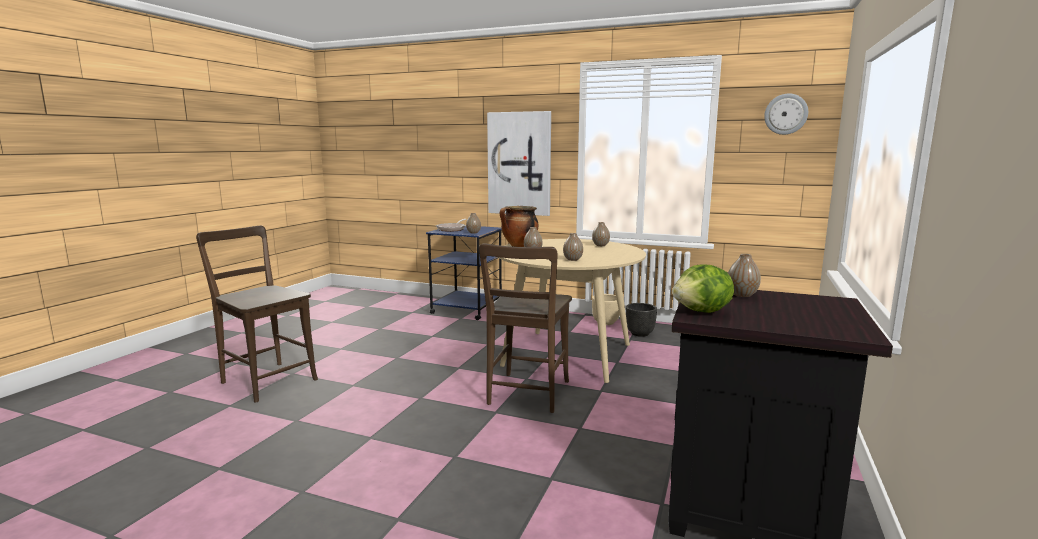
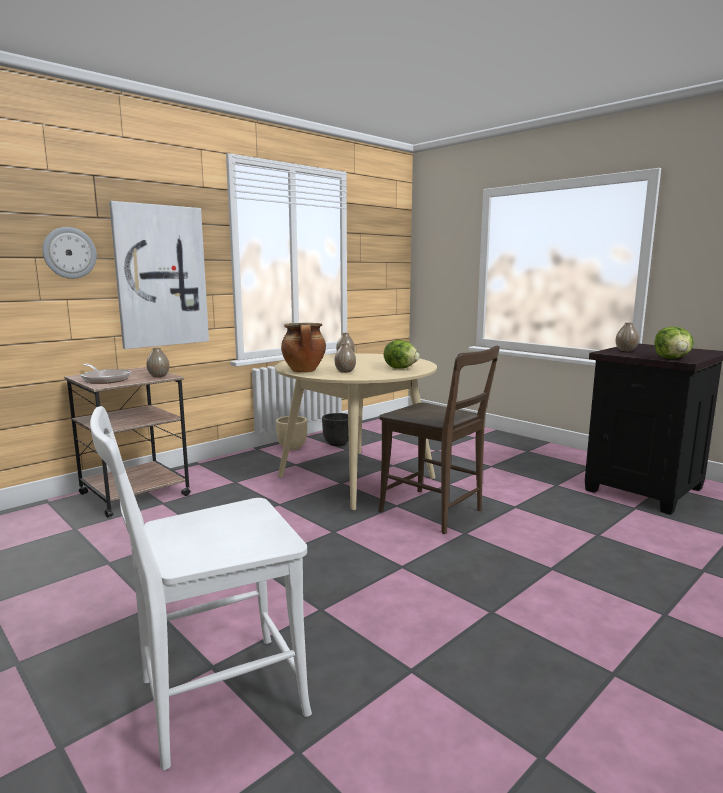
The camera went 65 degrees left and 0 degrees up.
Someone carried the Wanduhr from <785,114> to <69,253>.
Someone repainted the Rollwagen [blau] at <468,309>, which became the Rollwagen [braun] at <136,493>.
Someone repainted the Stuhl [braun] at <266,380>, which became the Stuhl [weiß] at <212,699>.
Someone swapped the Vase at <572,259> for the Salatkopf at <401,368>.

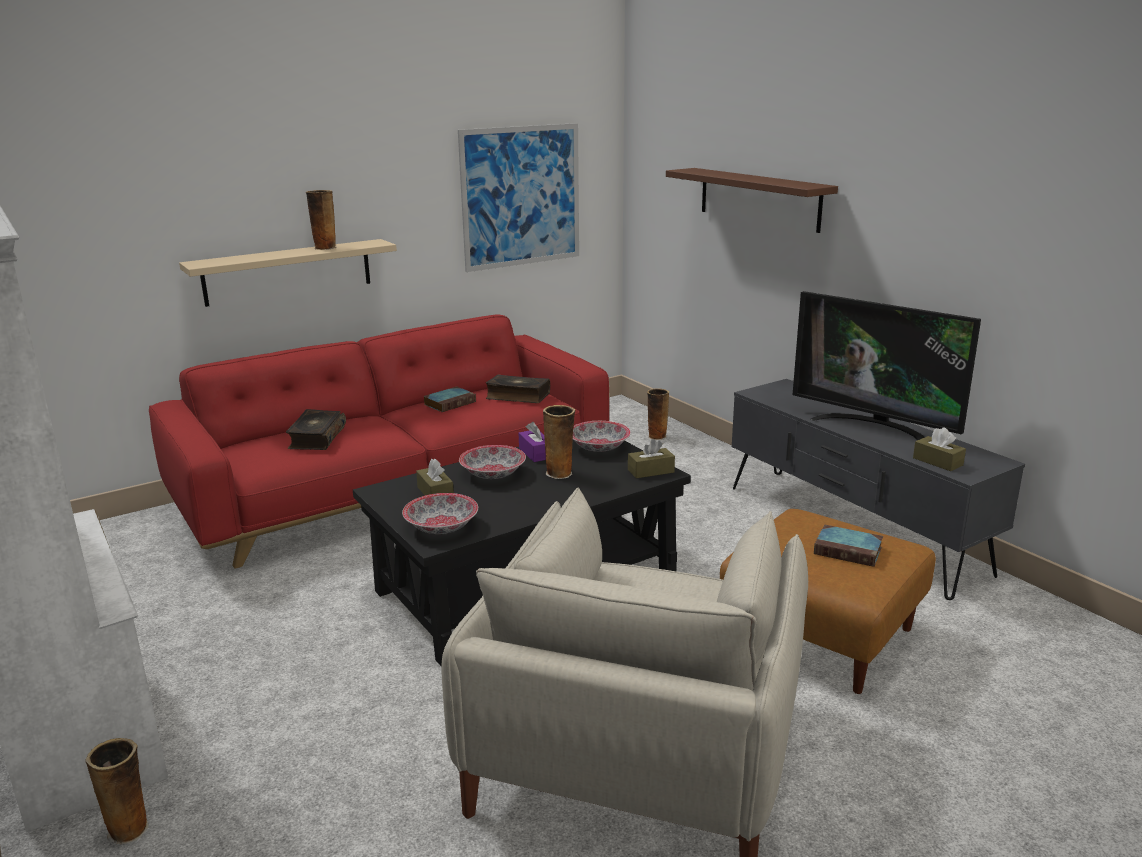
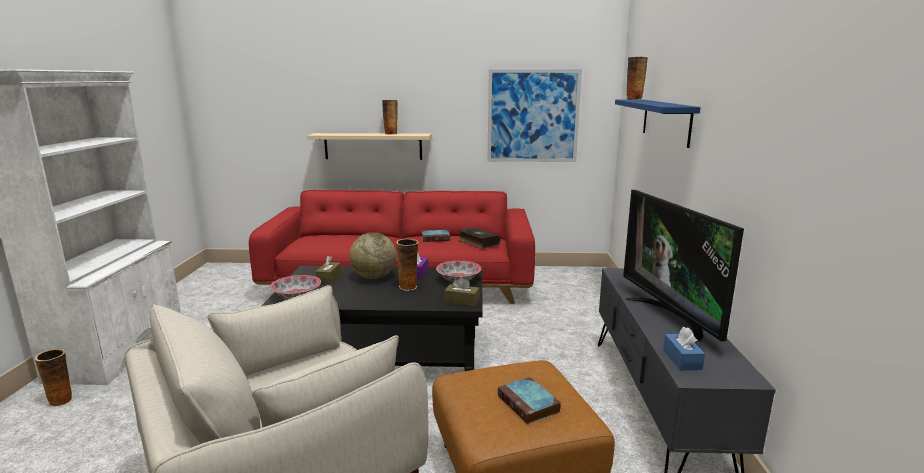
The camera went 35 degrees right and 5 degrees down.
Someone swapped the Schüssel at <492,474> for the Globus at <374,277>.
Someone repainted the Wandregal [braun] at <758,198>, which became the Wandregal [blau] at <665,121>.
Someone carried the Vase from <656,436> to <634,99>.
Someone repainted the Taschentuchbox [braun] at <937,461>, which became the Taschentuchbox [blau] at <682,359>.
Someone took away the Buch at <316,438>.

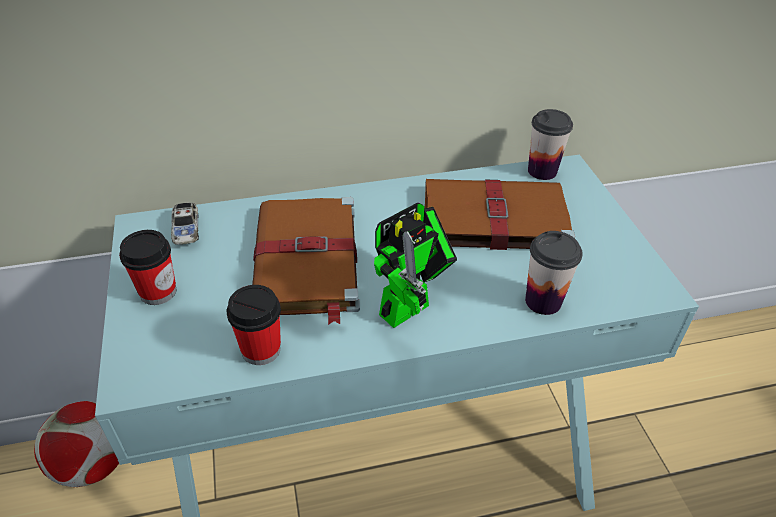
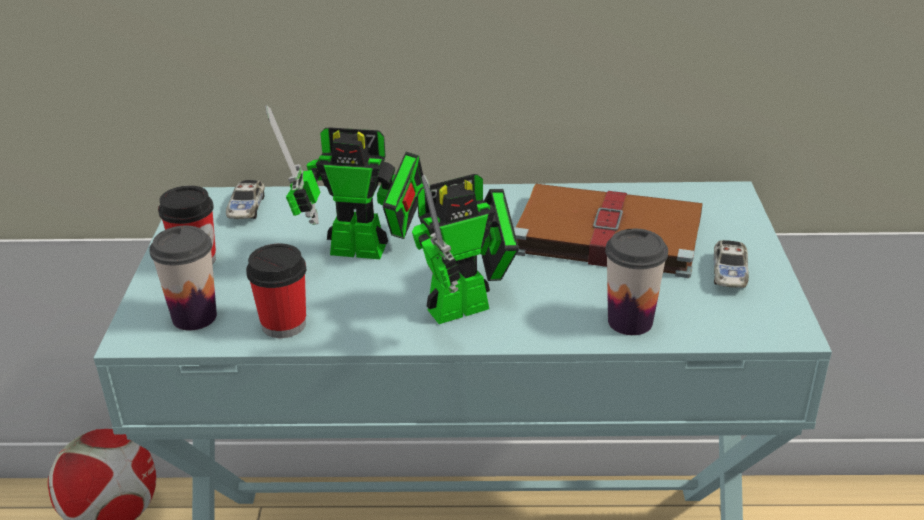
The camera went 15 degrees right and 10 degrees down.
Someone carried the Tasse from <542,171> to <194,317>.
Someone swapped the Buch [braun] at <307,261> for the Spielzeugroboter at <367,251>.
Someone put down the Spielzeugauto at <729,274>.

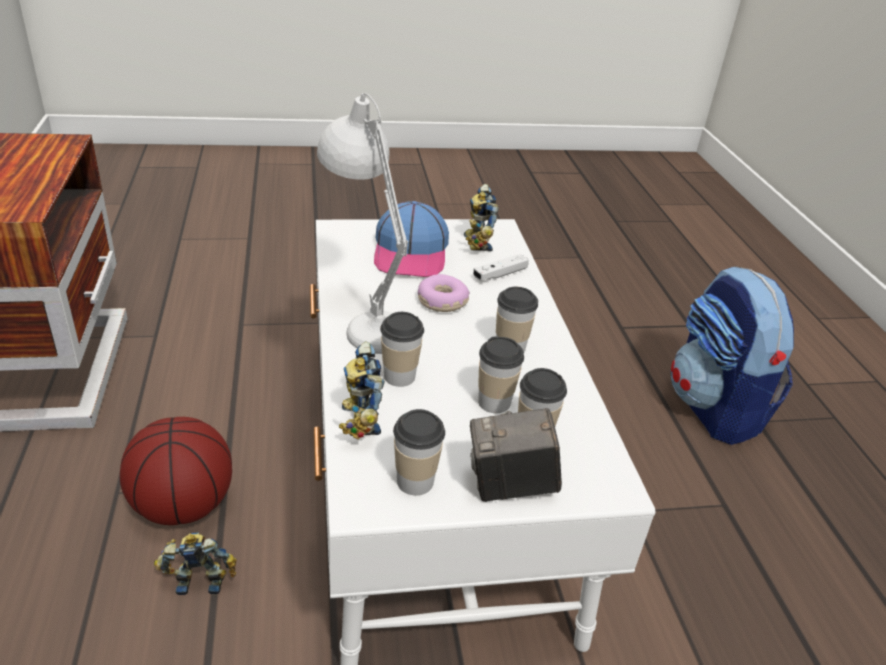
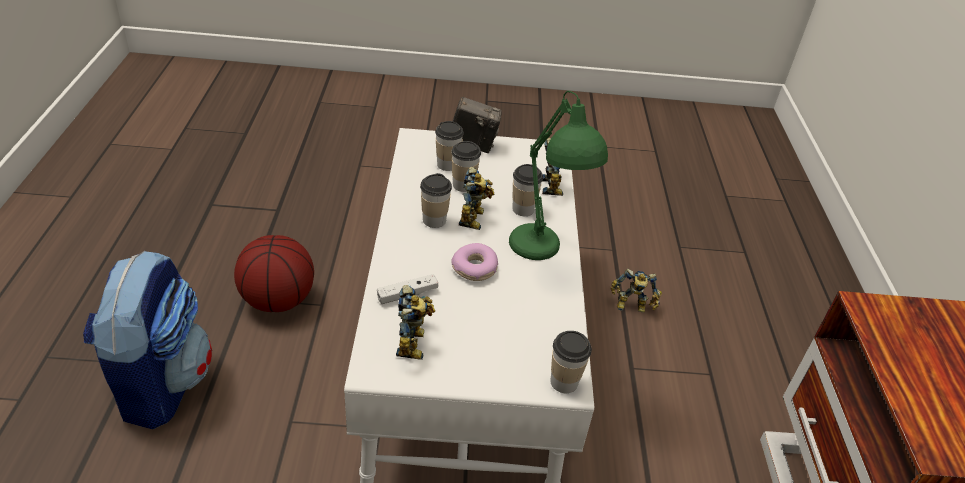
The camera went 170 degrees left and 5 degrees up.
Someone carried the Basketball from <182,506> to <278,300>.
Someone put down the Spielzeugroboter at <475,218>.
Someone repainted the Tischlampe [weiß] at <366,319>, which became the Tischlampe [grün] at <543,257>.
Someone carried the Tasse from <415,481> to <564,382>.
Someone took away the Kappe at <411,253>.

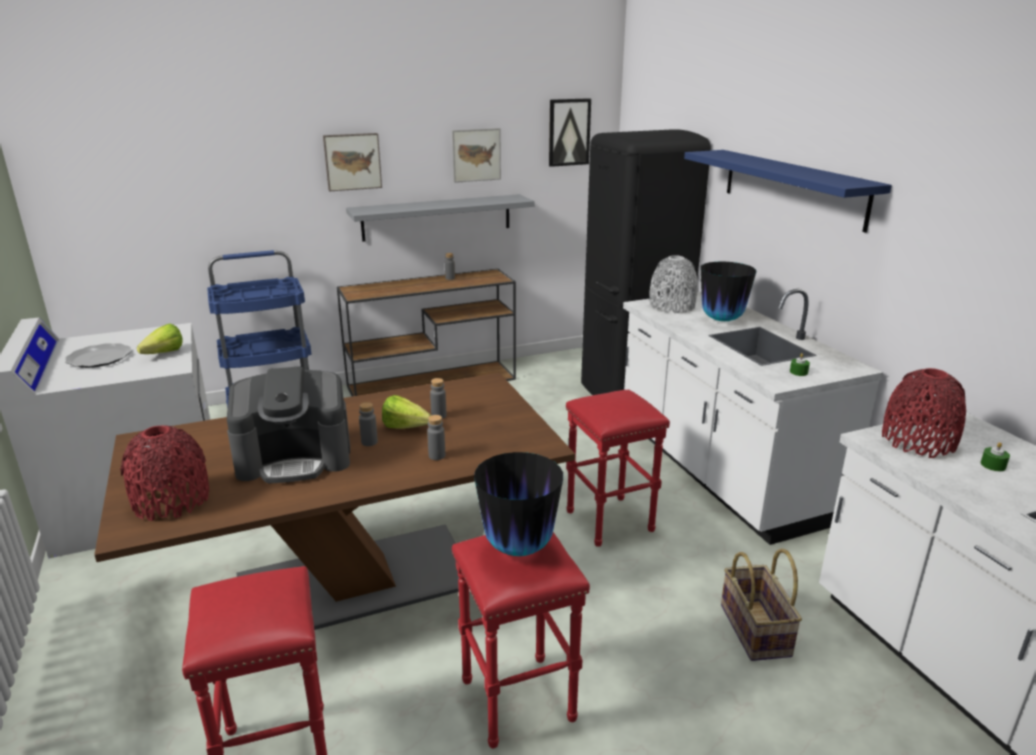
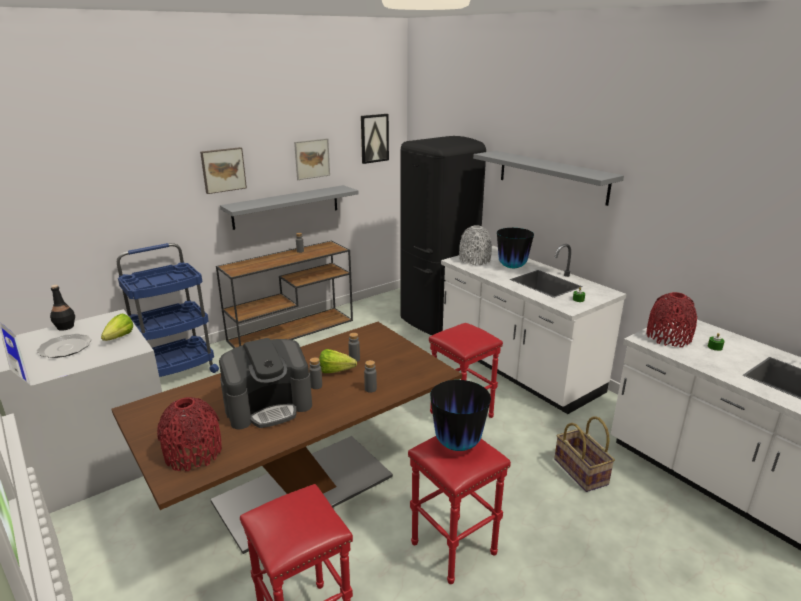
The camera went 15 degrees left and 0 degrees up.
Someone put down the Flasche [schwarz] at <65,327>.
Someone repainted the Wandregal [blau] at <792,187>, which became the Wandregal [grau] at <552,176>.

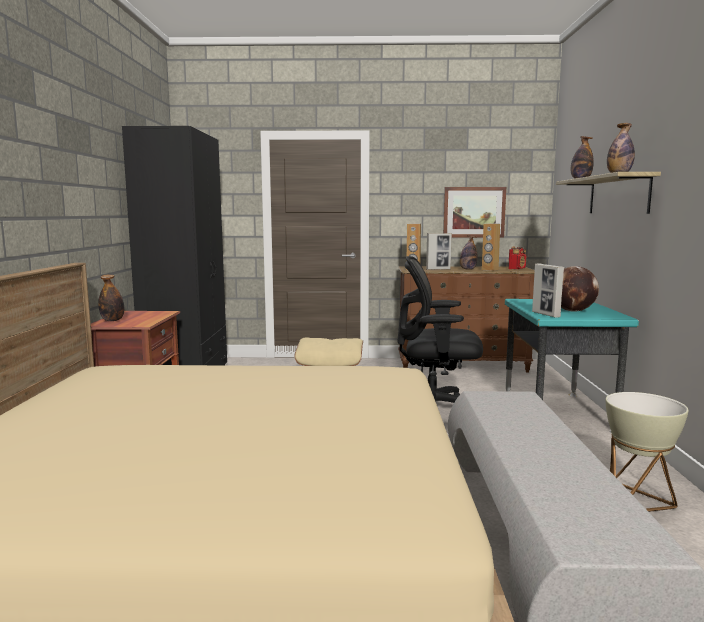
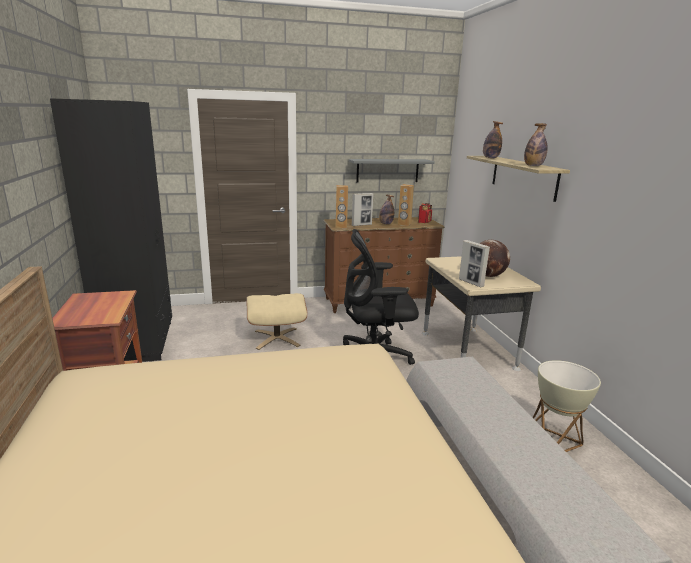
The camera went 15 degrees left and 10 degrees up.
Someone swapped the Bild at <474,212> for the Wandregal [grau] at <387,170>.
Someone repainted the Schreibtisch [türkis] at <557,412>, which became the Schreibtisch [beige] at <468,350>.
Someone took away the Flasche at <112,320>.

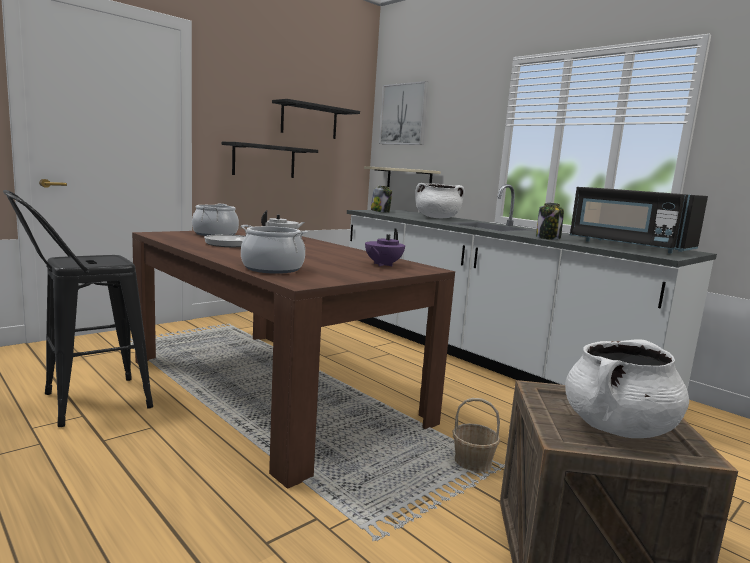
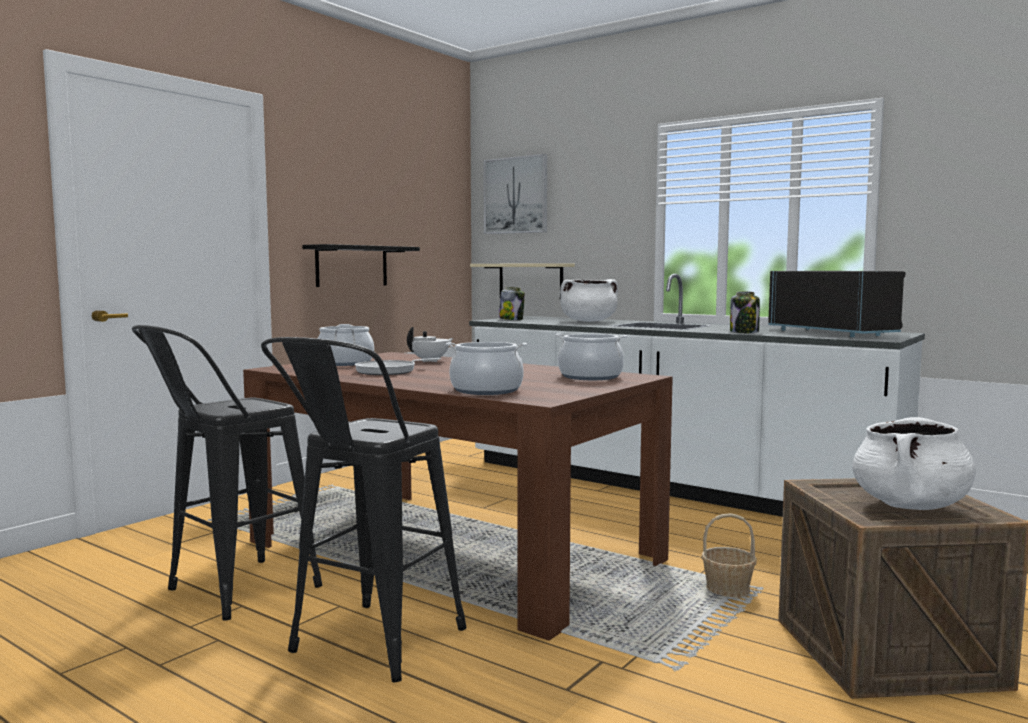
The camera went 10 degrees left and 5 degrees down.
Someone put down the Hocker [schwarz] at <367,648>.
Someone swapped the Teekanne [lila] at <382,265> for the Kochtopf at <590,377>.
Someone rotated the Mikrowelle [schwarz] at <628,246> by 150 degrees counterclockwise.
Someone took away the Wandregal [schwarz] at <309,121>.

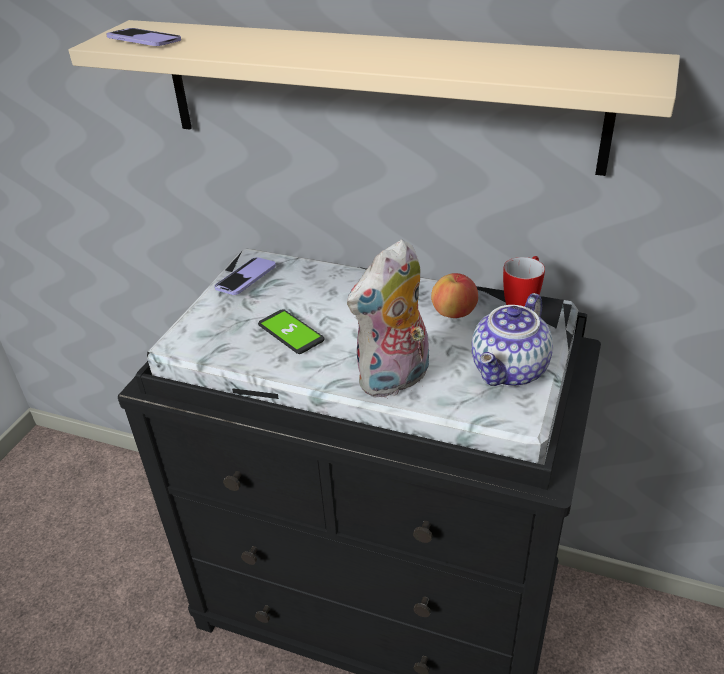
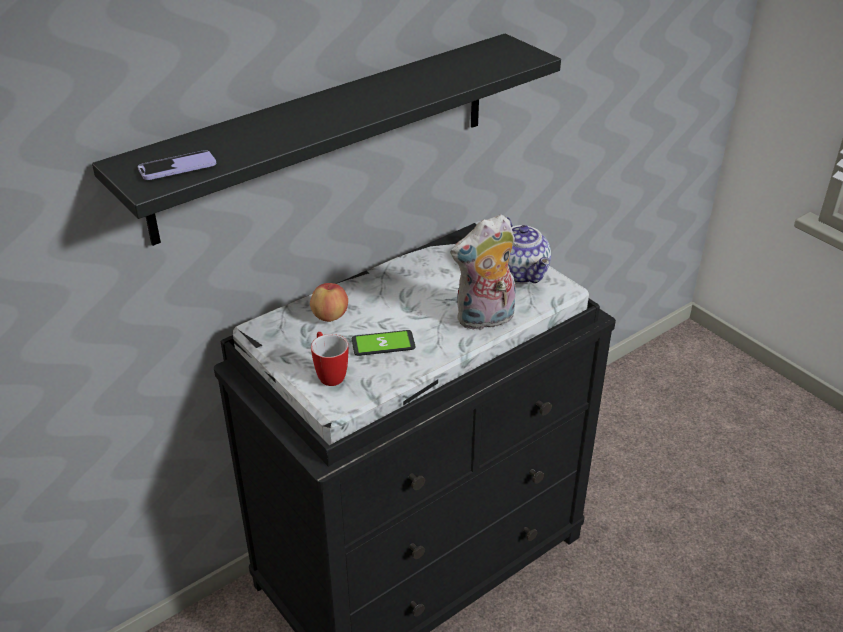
The camera went 60 degrees left and 0 degrees up.
Someone repainted the Wandregal [beige] at <374,94>, which became the Wandregal [schwarz] at <326,135>.
Someone carried the Apfel from <454,313> to <330,316>.
Someone carried the Henkelbecher from <523,302> to <329,374>.
Someone rotated the Plüschtier at <394,381> by 75 degrees clockwise.
Someone took away the Handy at <246,278>.

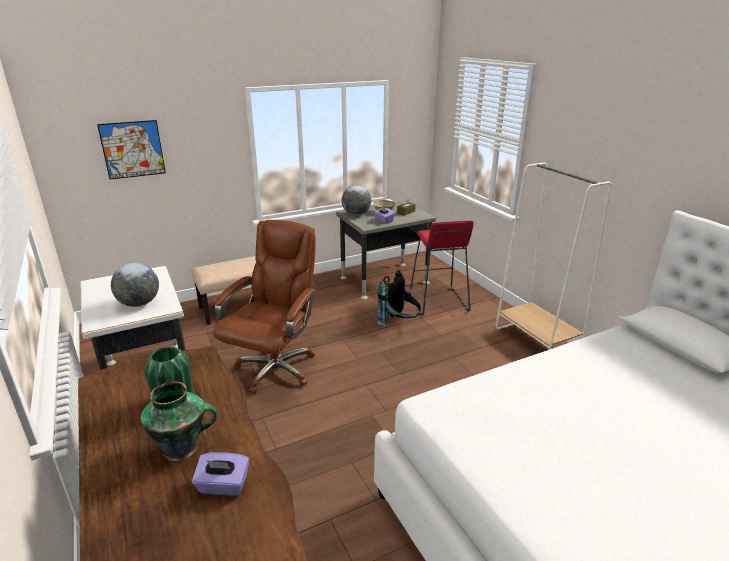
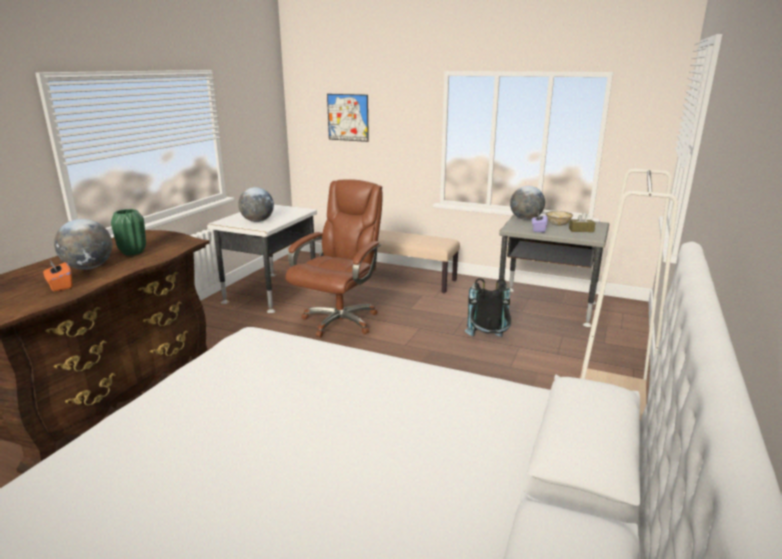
The camera went 50 degrees right and 5 degrees down.
Someone repainted the Taschentuchbox [lila] at <223,486>, which became the Taschentuchbox [orange] at <60,286>.
Someone swapped the Vase at <183,449> for the Globus at <89,268>.
Someone rotated the Bürostuhl [braun] at <275,370> by 45 degrees counterclockwise.
Someone took away the Hocker [rot] at <438,302>.

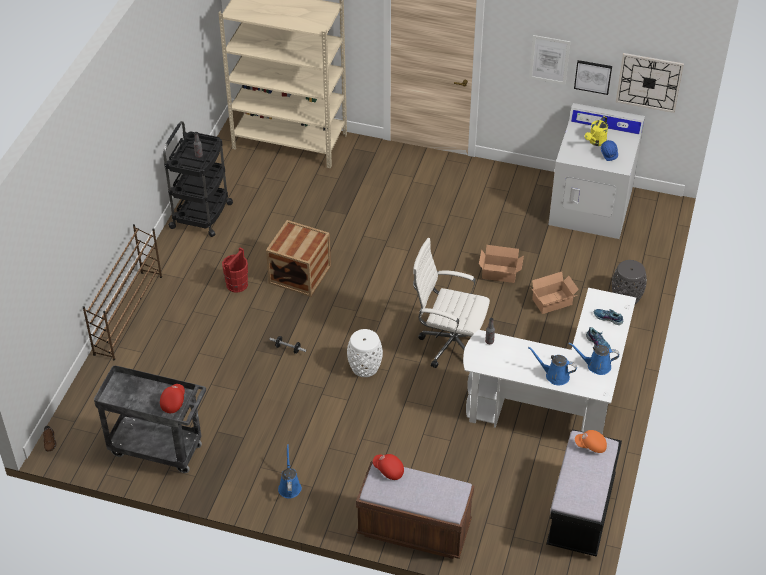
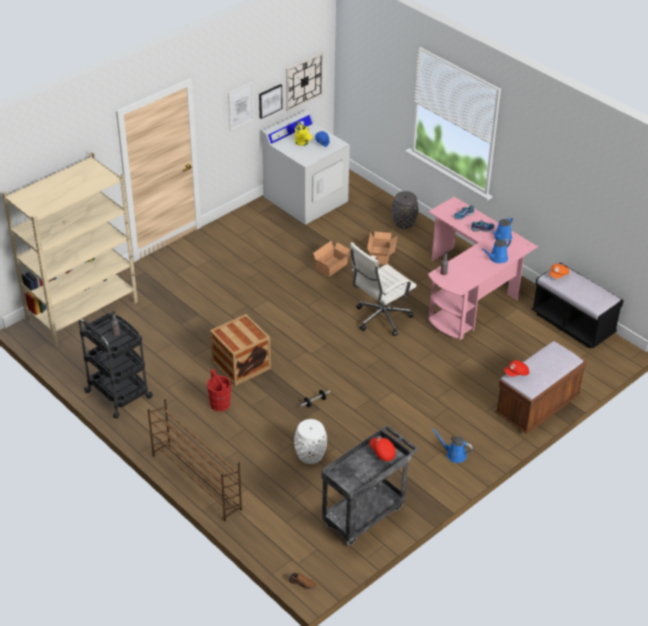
The camera went 60 degrees left and 5 degrees down.
Someone carried the Hocker [weiß] from <365,367> to <310,455>.
Someone repainted the Schreibtisch [weiß] at <556,401>, which became the Schreibtisch [rosa] at <471,293>.

